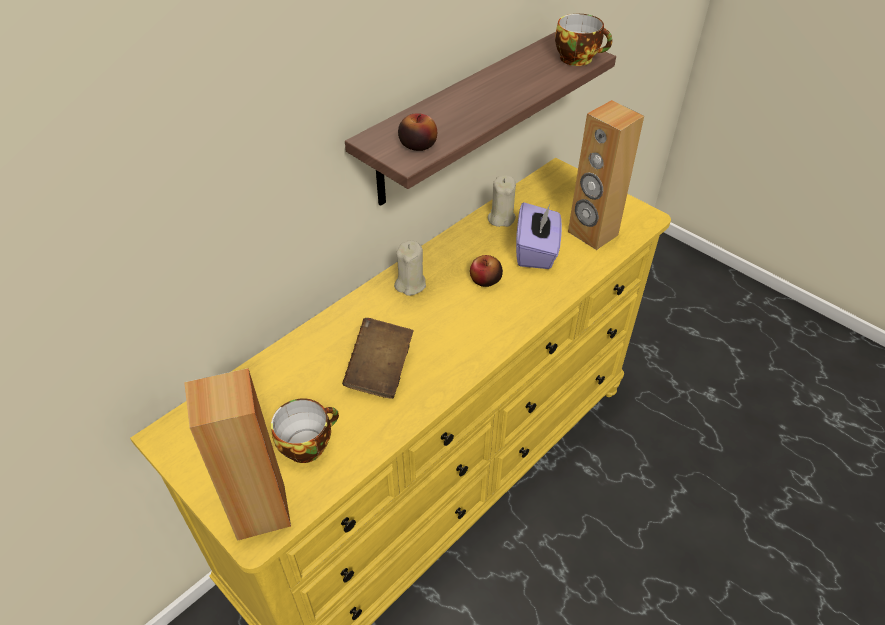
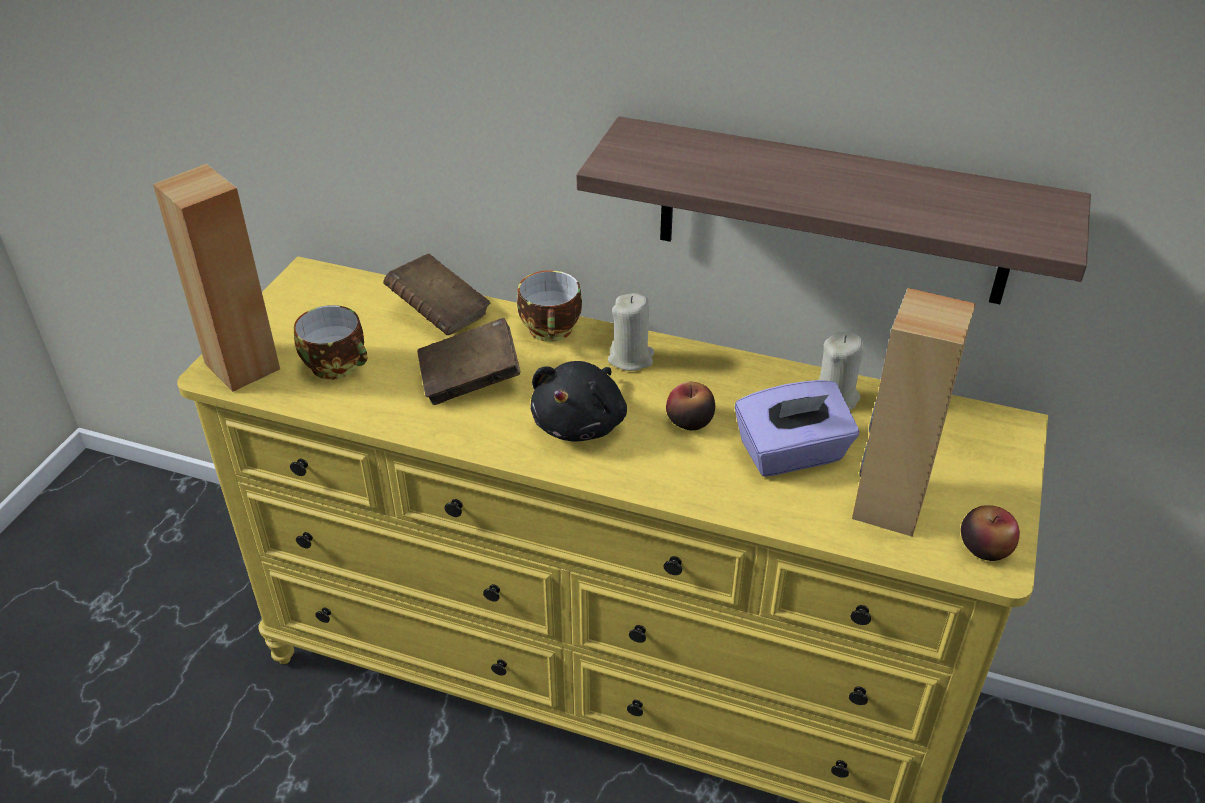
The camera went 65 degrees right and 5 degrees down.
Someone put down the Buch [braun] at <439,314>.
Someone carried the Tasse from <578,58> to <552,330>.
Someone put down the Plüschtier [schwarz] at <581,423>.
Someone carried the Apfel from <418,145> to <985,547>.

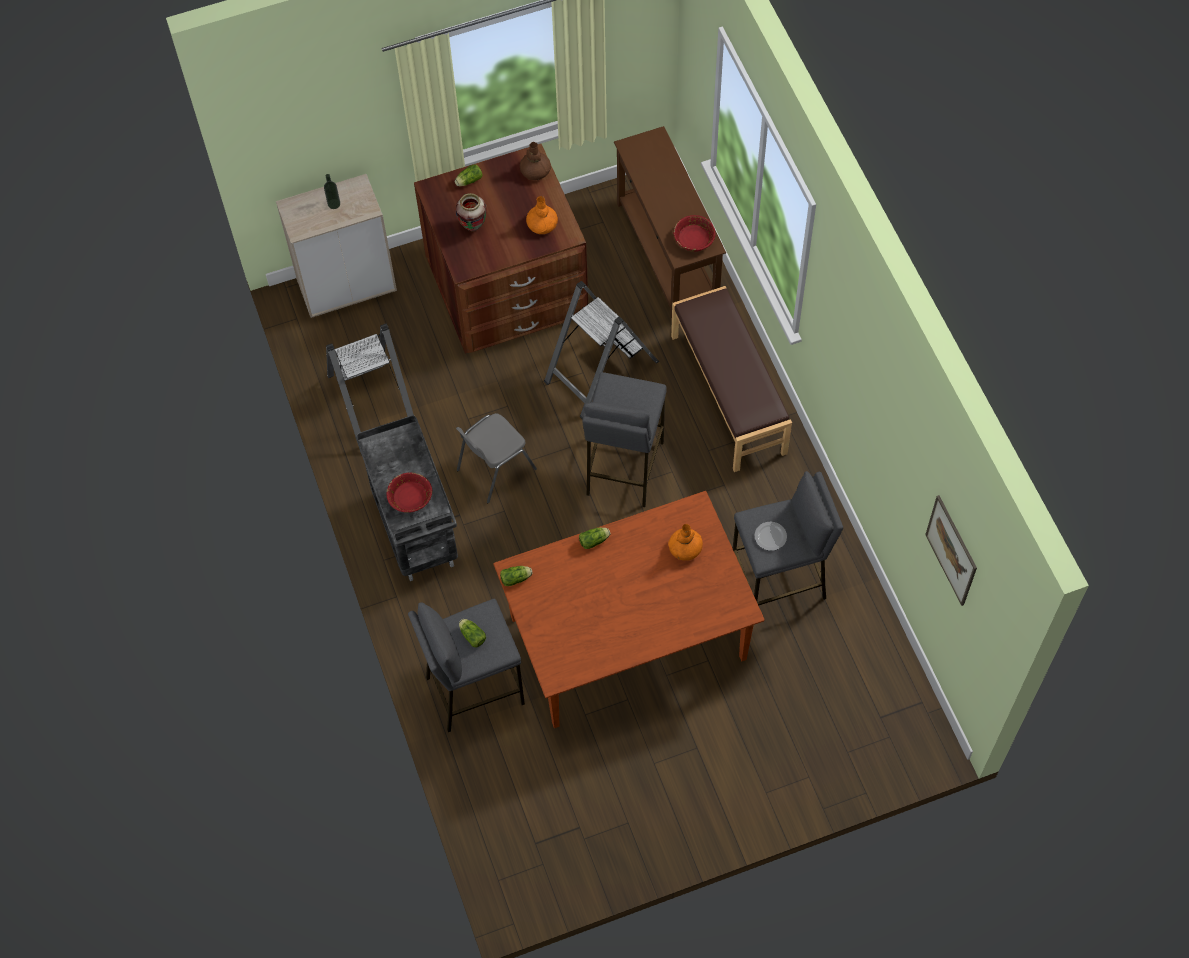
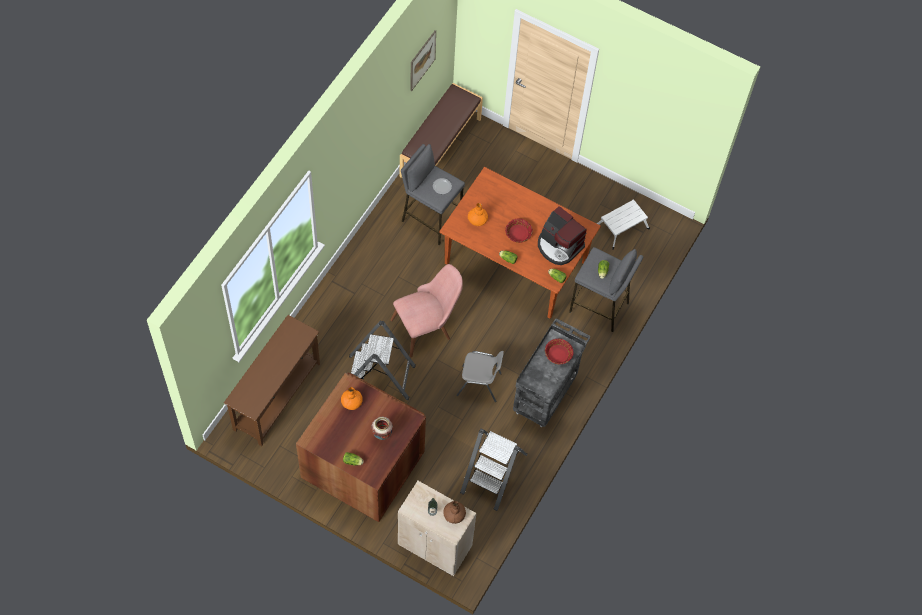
The camera went 135 degrees left and 0 degrees up.
Someone swapped the Hocker [grau] at <623,468> for the Stuhl [rosa] at <427,326>.
Someone carried the Bank [braun] from <729,394> to <440,147>.
Someone carried the Vase [braun] from <535,171> to <454,514>.
Someone carried the Schüssel [rot] from <693,239> to <518,234>.
Someone put down the Kaffeemaschine at <559,246>.
Someone put down the Trittleiter [weiß] at <622,227>.

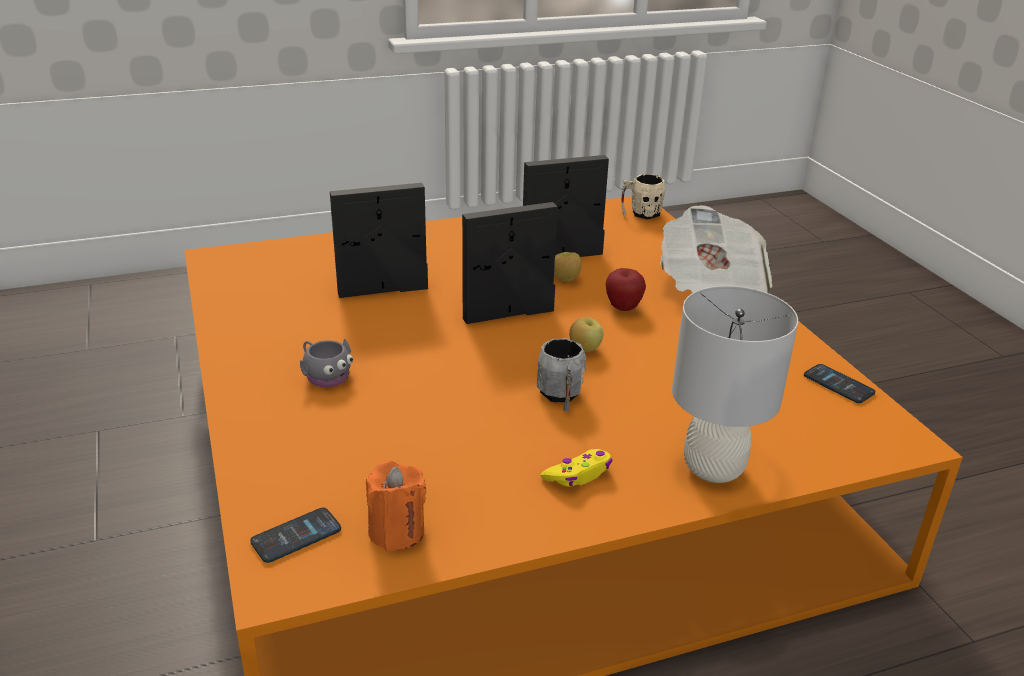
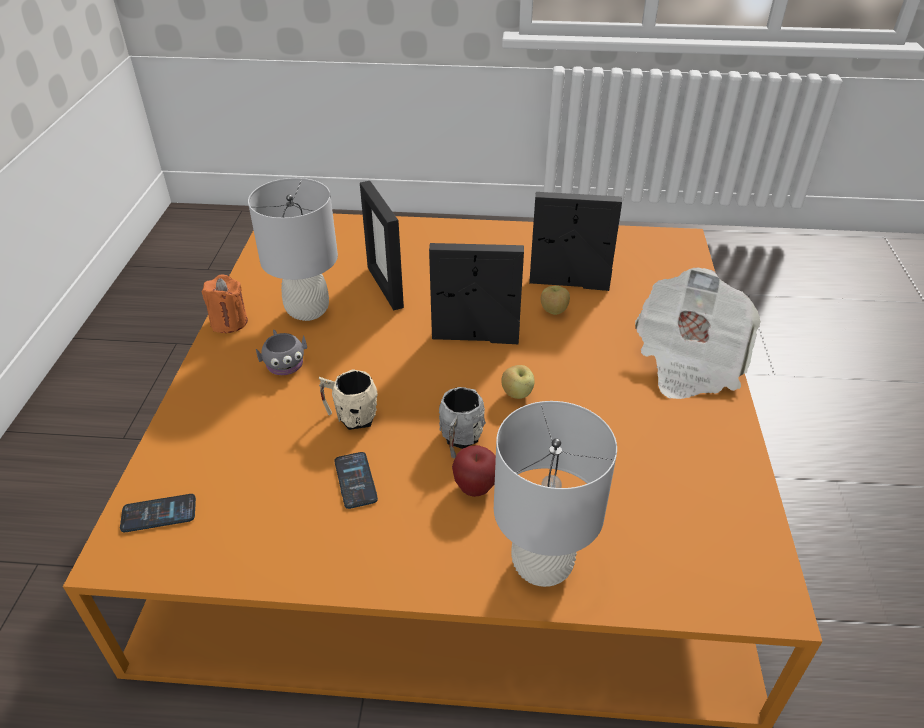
The camera went 25 degrees right and 10 degrees up.
Someone carried the Kerze [orange] from <396,531> to <229,322>.
Someone put down the Tischlampe [grau] at <308,313>.
Someone carried the Henkelbecher [beige] from <640,214> to <351,416>.
Someone carried the Handy from <838,384> to <355,480>.
Someone rotated the Bilderrahmen at <383,291> by 120 degrees counterclockwise.
Someone carried the Apfel from <623,308> to <475,488>.
Someone took away the Gamepad [gelb] at <579,474>.

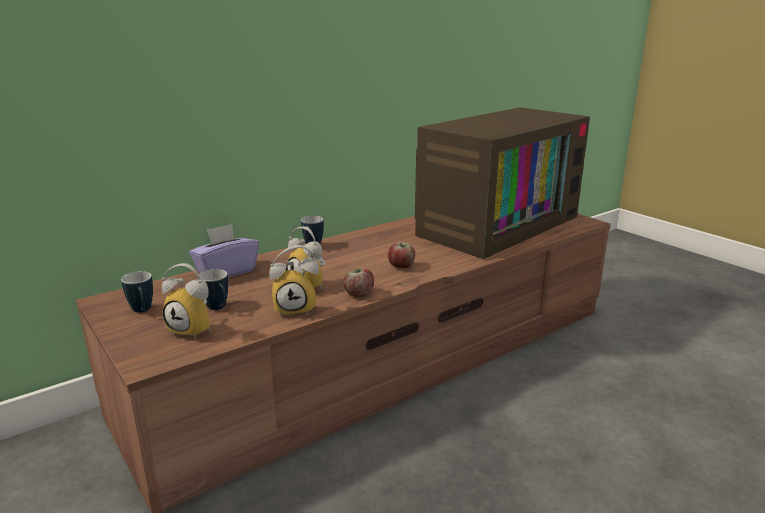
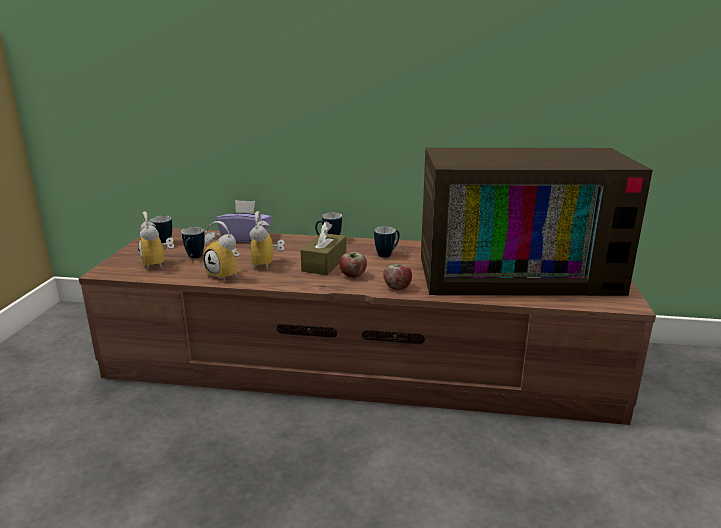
The camera went 45 degrees right and 0 degrees up.
Someone put down the Taschentuchbox [braun] at <324,263>.
Someone put down the Henkelbecher at <387,254>.
Someone carried the Apfel from <358,294> to <397,287>.

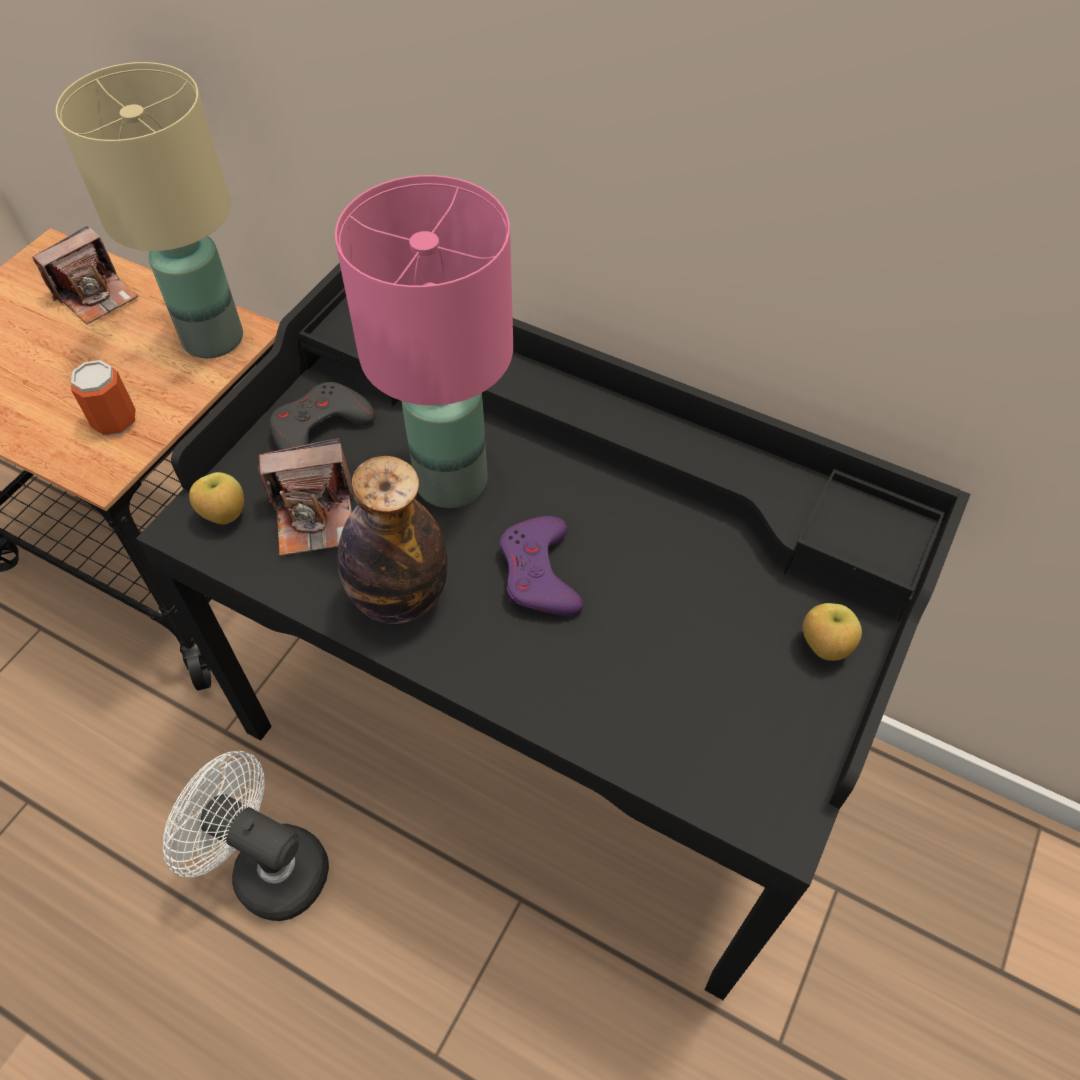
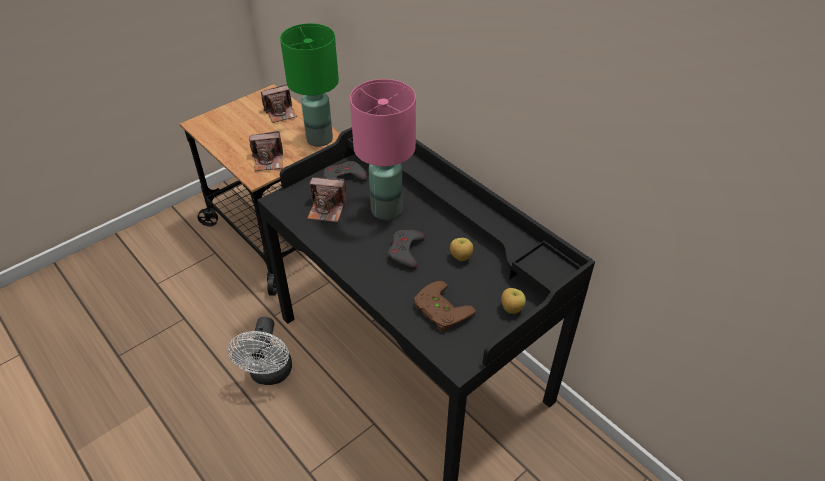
The camera went 20 degrees right and 10 degrees down.
Someone rotated the Ventilator [weiß] at <268,867> by 135 degrees counterclockwise.
Someone swapped the Dose at <115,421> for the Kamera at <268,161>.
Someone repainted the Tischlampe [beige] at <212,340>, which became the Tischlampe [grün] at <319,139>.
Someone repainted the Gamepad [lila] at <539,573>, which became the Gamepad [grau] at <405,252>.
Someone put down the Gamepad [braun] at <439,311>.
Someone carried the Apfel from <224,515> to <460,257>.
Someone took away the Flasche at <399,596>.

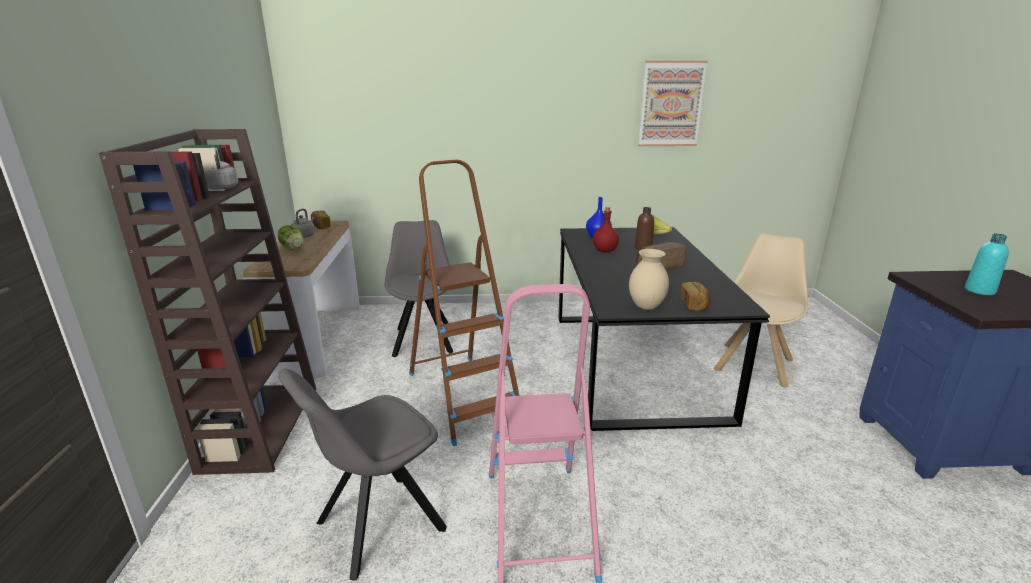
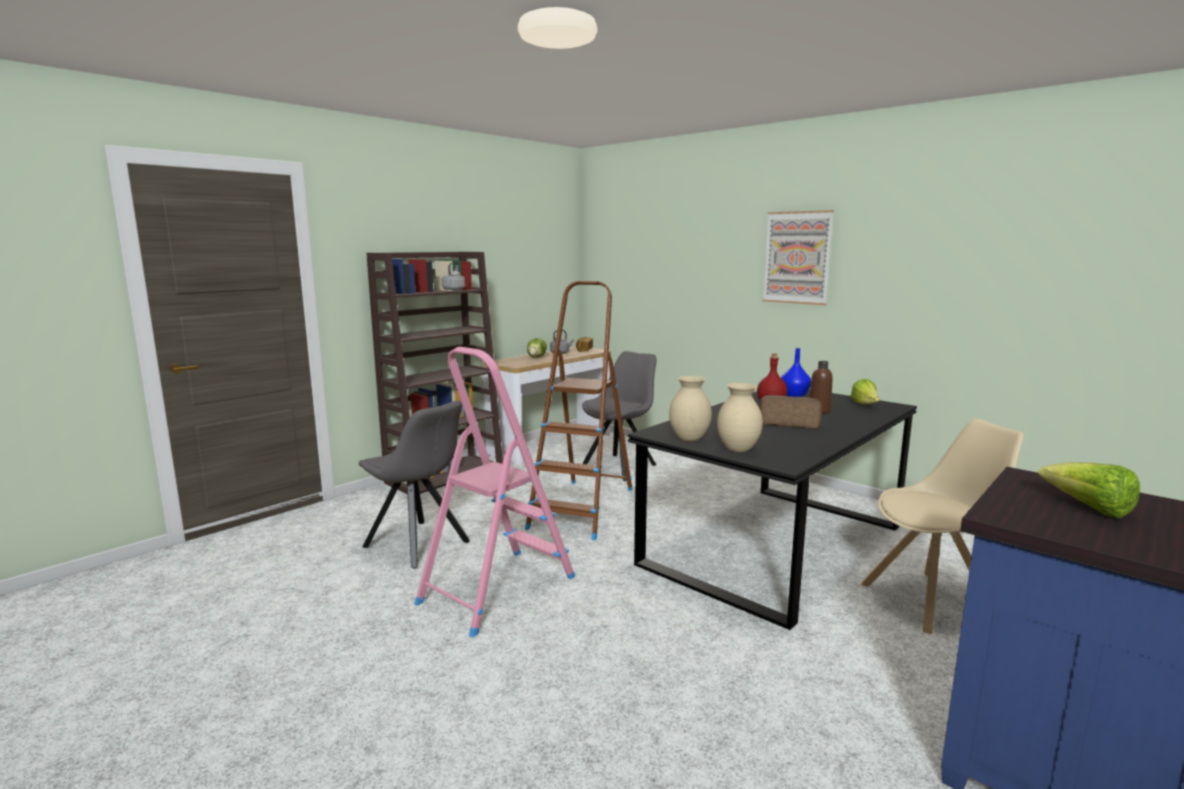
The camera went 45 degrees right and 10 degrees down.
Someone rotated the Stuhl [grau] at <379,525> by 150 degrees counterclockwise.
Someone swapped the Brot at <694,305> for the Vase [beige] at <738,450>.
Someone carried the Bild from <671,104> to <797,257>.
Someone swapped the Flasche [türkis] at <979,291> for the Salatkopf at <1089,509>.

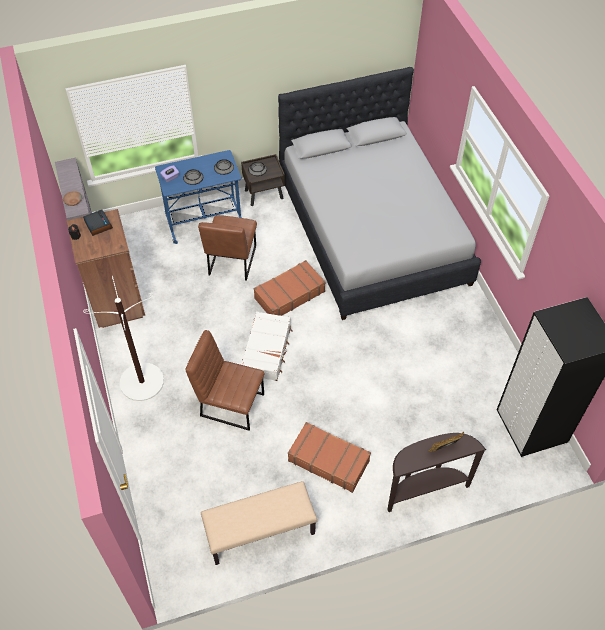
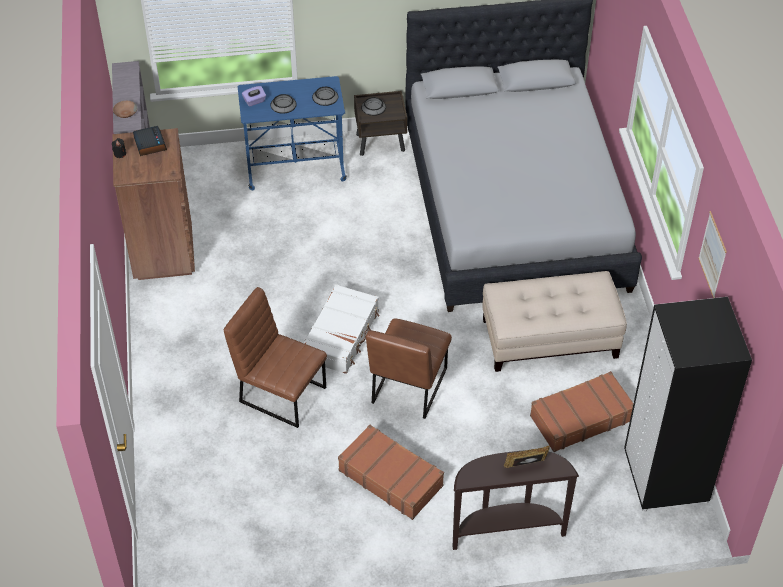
The camera went 10 degrees right and 5 degrees down.
Someone carried the Stuhl [braun] from <231,261> to <408,387>.
Someone put down the Polsterhocker [beige] at <550,337>.
Someone carried the Koffer [braun] from <289,295> to <580,418>.
Someone put up the Bild at <712,255>.
Someone took away the Kleiderständer [weiß] at <141,381>.
Someone took away the Bank [beige] at <260,532>.

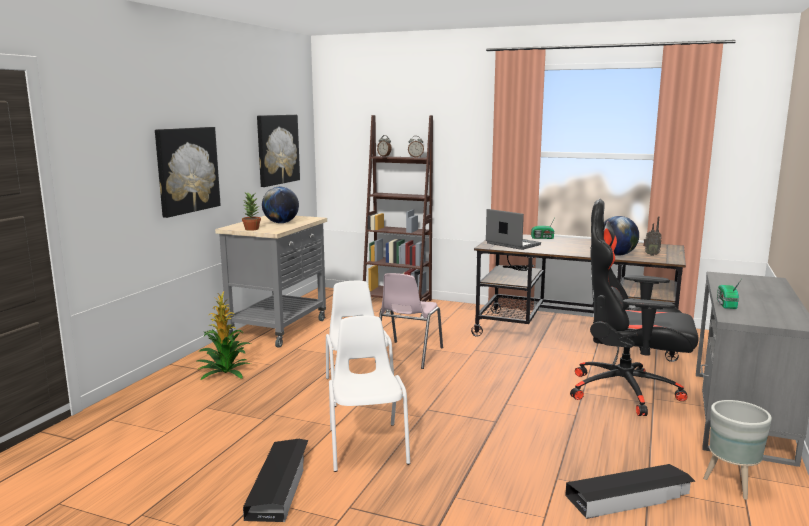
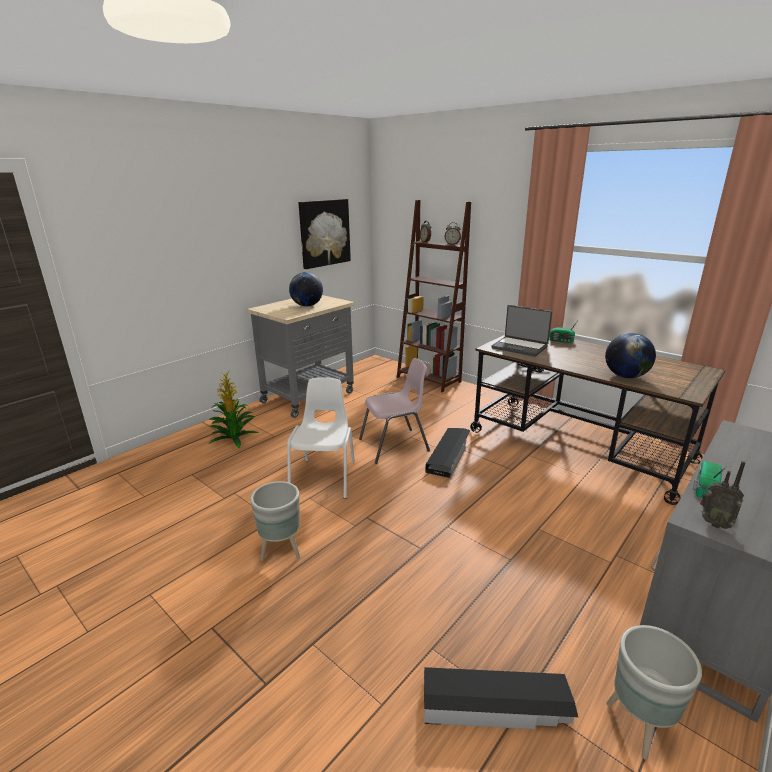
The camera went 20 degrees right and 10 degrees up.
Someone swapped the Stuhl [weiß] at <367,445> for the Pflanzkübel [grau] at <282,551>.
Someone rotated the Stuhl [rosa] at <408,355> by 150 degrees counterclockwise.
Someone carried the Aufbewahrungsbox [schwarz] from <279,485> to <449,455>.
Someone rotated the Laptop at <512,244> by 150 degrees clockwise.
Someone carried the Radio from <651,255> to <714,523>.
Someone took away the Bild at <187,170>.
Someone took away the Topfpflanze at <251,229>.
Someone took away the Bürostuhl [schwarz] at <632,393>.

